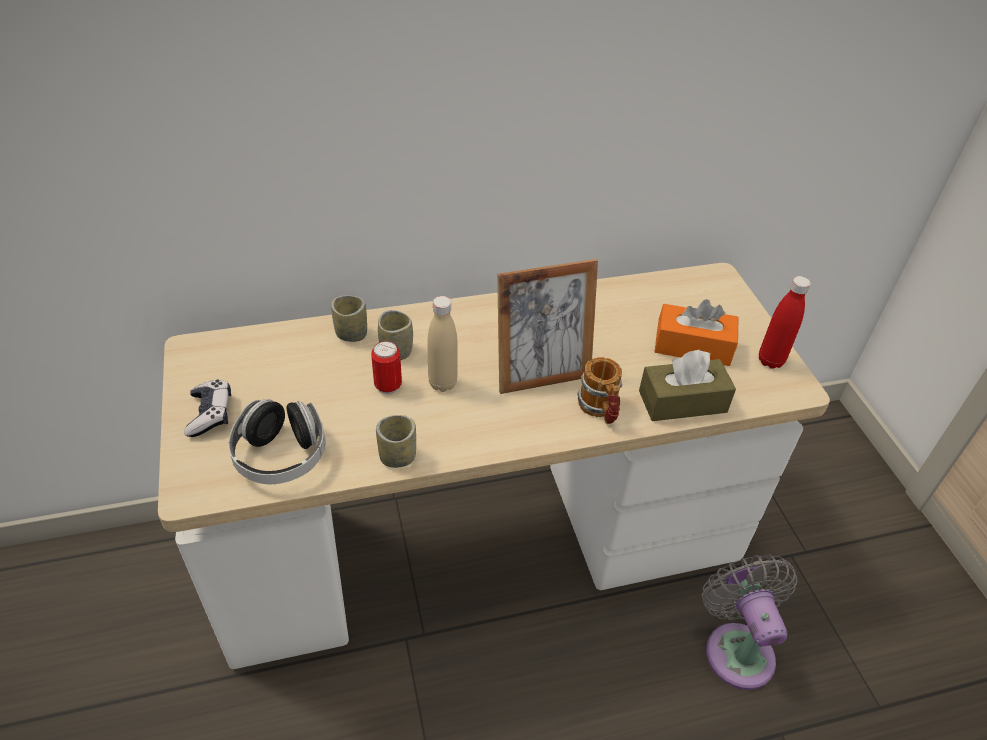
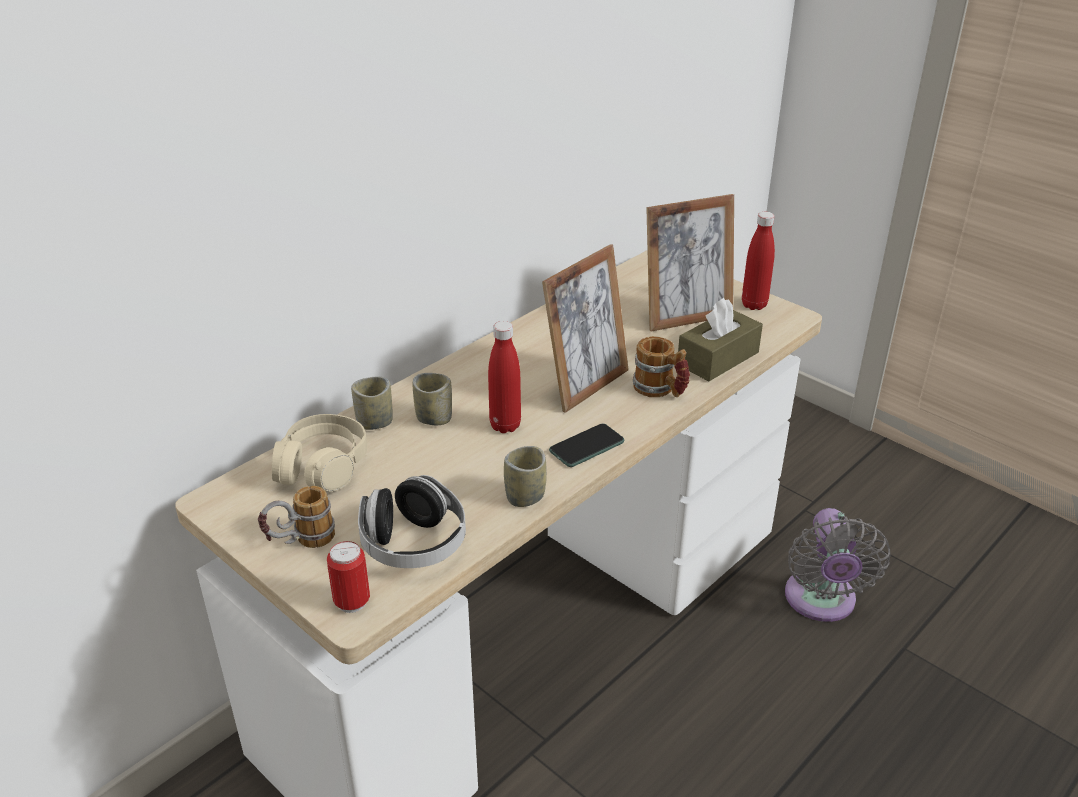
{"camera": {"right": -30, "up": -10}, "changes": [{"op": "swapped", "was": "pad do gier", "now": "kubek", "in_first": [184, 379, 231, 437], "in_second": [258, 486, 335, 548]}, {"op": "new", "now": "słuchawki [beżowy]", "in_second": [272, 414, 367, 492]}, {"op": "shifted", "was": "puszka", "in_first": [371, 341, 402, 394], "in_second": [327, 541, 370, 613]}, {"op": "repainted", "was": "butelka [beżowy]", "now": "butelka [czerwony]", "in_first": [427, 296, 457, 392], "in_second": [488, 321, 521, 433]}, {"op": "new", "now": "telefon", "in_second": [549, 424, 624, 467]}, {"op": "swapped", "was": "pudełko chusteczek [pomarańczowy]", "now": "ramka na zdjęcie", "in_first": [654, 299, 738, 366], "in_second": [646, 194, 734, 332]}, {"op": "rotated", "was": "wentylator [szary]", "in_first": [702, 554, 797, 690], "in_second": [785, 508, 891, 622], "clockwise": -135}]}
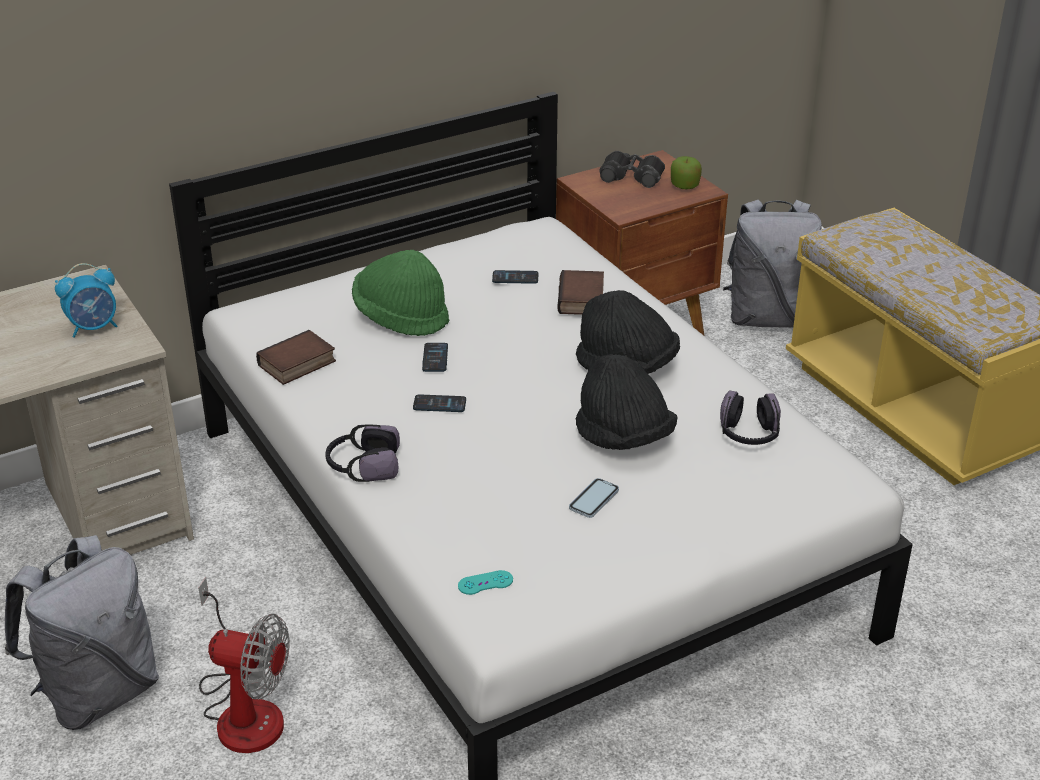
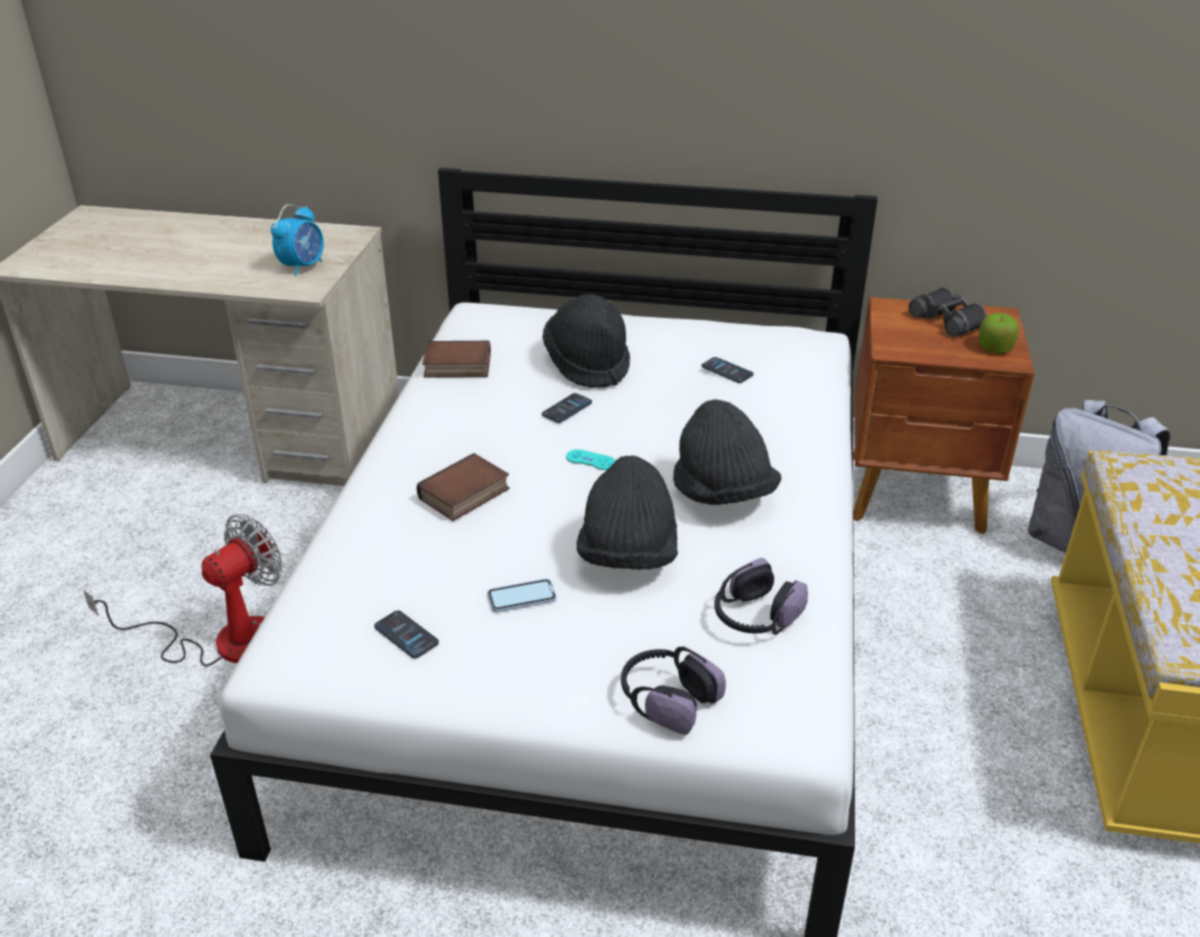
{"camera": {"right": 40, "up": 0}, "changes": [{"op": "rotated", "was": "wentylator", "in_first": [198, 577, 290, 753], "in_second": [83, 514, 283, 666], "clockwise": -105}, {"op": "rotated", "was": "budzik", "in_first": [55, 263, 117, 338], "in_second": [271, 204, 324, 276], "clockwise": -75}, {"op": "shifted", "was": "telefon", "in_first": [413, 394, 466, 412], "in_second": [374, 611, 439, 658]}, {"op": "shifted", "was": "książka", "in_first": [558, 270, 604, 315], "in_second": [416, 453, 509, 521]}, {"op": "repainted", "was": "kapelusz [zielony]", "now": "kapelusz [czarny]", "in_first": [352, 250, 449, 336], "in_second": [543, 294, 630, 388]}, {"op": "shifted", "was": "pad do gier [turkusowy]", "in_first": [458, 570, 513, 595], "in_second": [566, 449, 615, 470]}, {"op": "shifted", "was": "słuchawki", "in_first": [325, 424, 400, 482], "in_second": [621, 646, 726, 735]}, {"op": "gone", "was": "plecak [szary]", "in_first": [5, 535, 159, 730]}]}
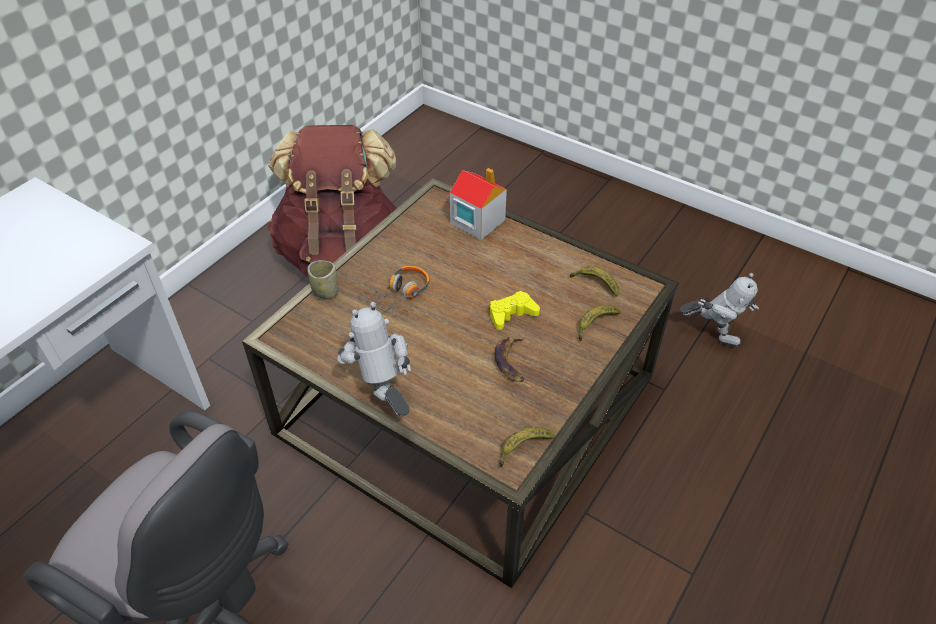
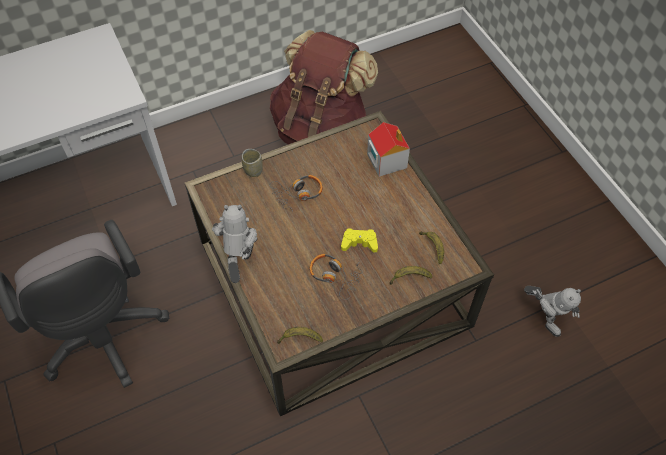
{"camera": {"right": 30, "up": 10}, "changes": [{"op": "swapped", "was": "banan", "now": "słuchawki", "in_first": [495, 337, 525, 382], "in_second": [310, 254, 363, 300]}]}
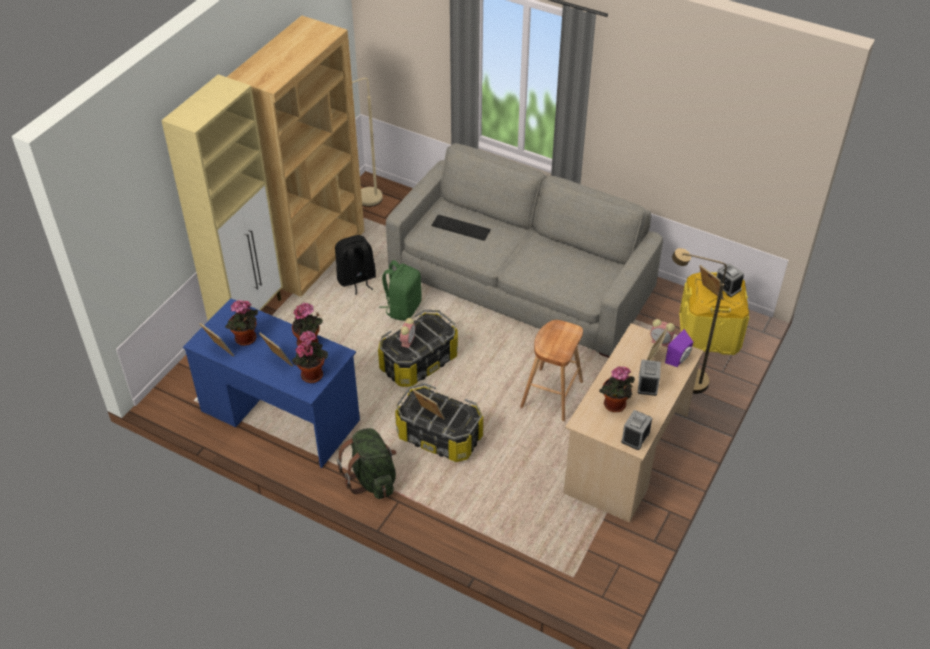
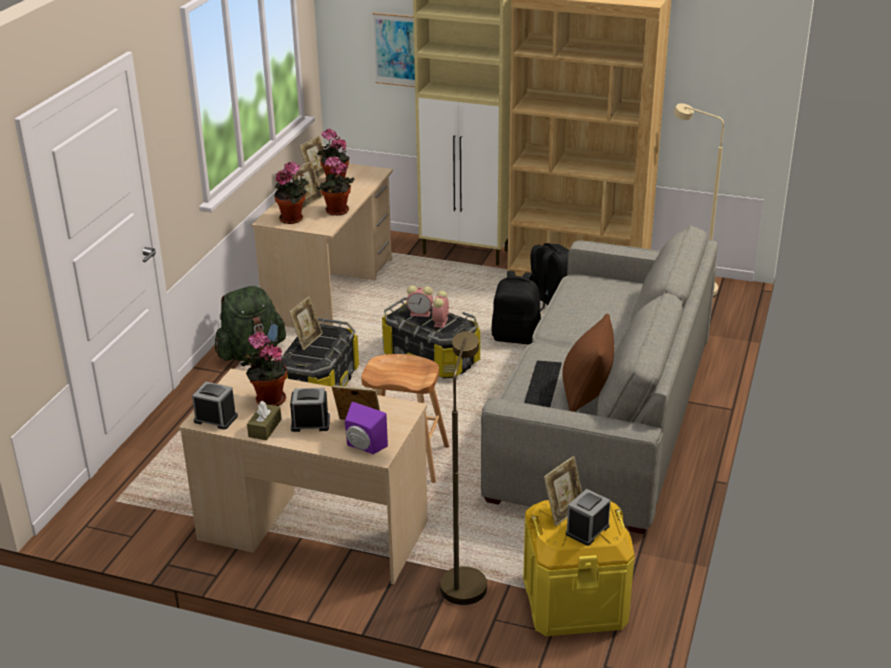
{"camera": {"right": 80, "up": -15}, "changes": [{"op": "new", "now": "pudełko chusteczek [brązowy]", "in_second": [247, 401, 281, 440]}, {"op": "repainted", "was": "biurko [niebieski]", "now": "biurko [beżowy]", "in_first": [183, 298, 360, 468], "in_second": [252, 163, 393, 327]}, {"op": "new", "now": "obraz", "in_second": [373, 12, 415, 87]}, {"op": "shifted", "was": "budzik", "in_first": [650, 319, 675, 347], "in_second": [432, 291, 450, 328]}, {"op": "repainted", "was": "plecak [zielony]", "now": "plecak [czarny]", "in_first": [379, 260, 422, 321], "in_second": [491, 271, 541, 344]}, {"op": "shifted", "was": "klawiatura", "in_first": [431, 215, 491, 241], "in_second": [524, 361, 562, 407]}, {"op": "new", "now": "poduszka [brązowy]", "in_second": [562, 313, 614, 412]}]}
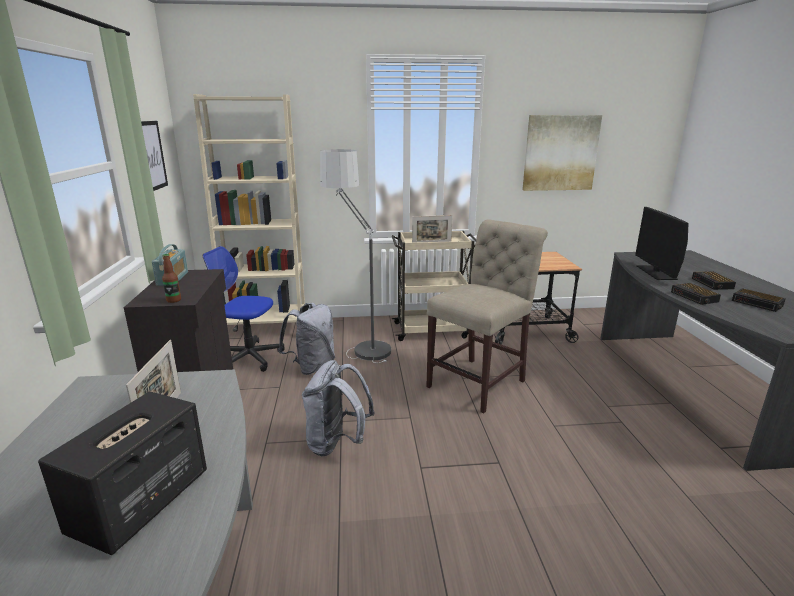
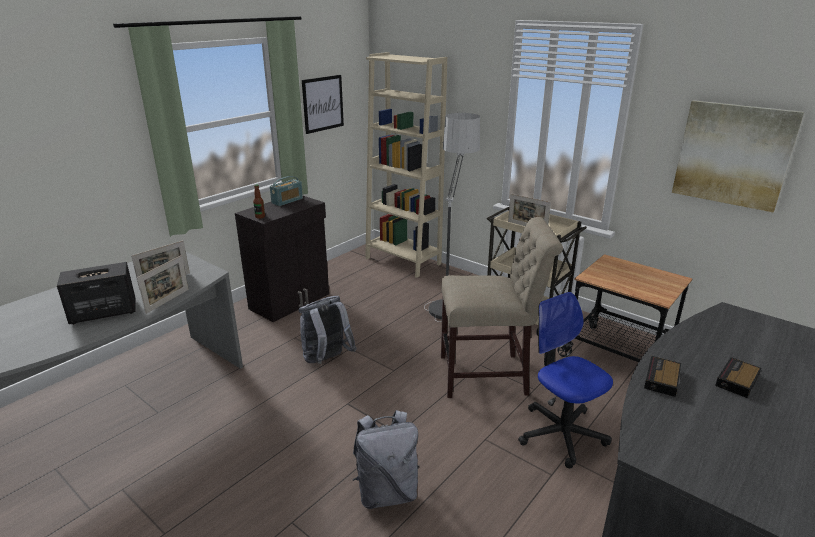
{"camera": {"right": 45, "up": 5}, "changes": [{"op": "new", "now": "ramka na zdjęcie", "in_second": [137, 255, 189, 314]}, {"op": "shifted", "was": "plecak [szary]", "in_first": [278, 303, 335, 375], "in_second": [353, 410, 419, 509]}, {"op": "shifted", "was": "krzesło biurowe", "in_first": [203, 246, 285, 372], "in_second": [518, 292, 613, 468]}, {"op": "gone", "was": "monitor", "in_first": [635, 207, 689, 280]}, {"op": "gone", "was": "budzik", "in_first": [732, 288, 786, 312]}]}
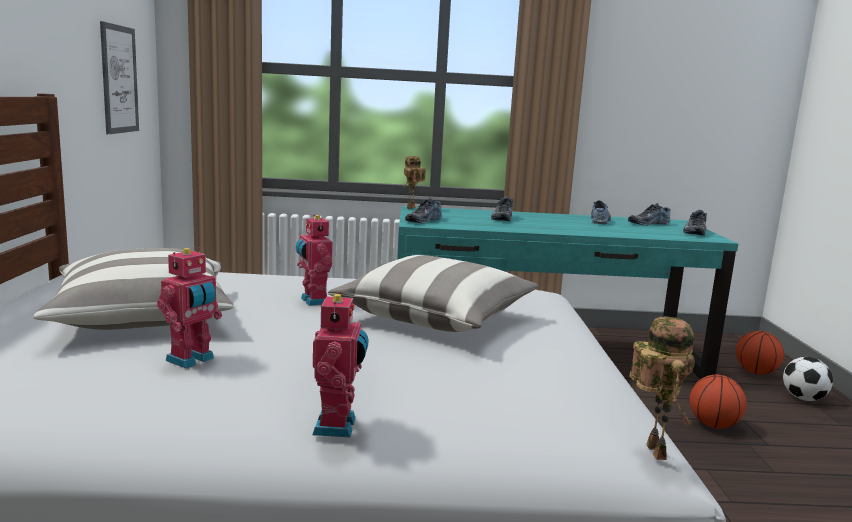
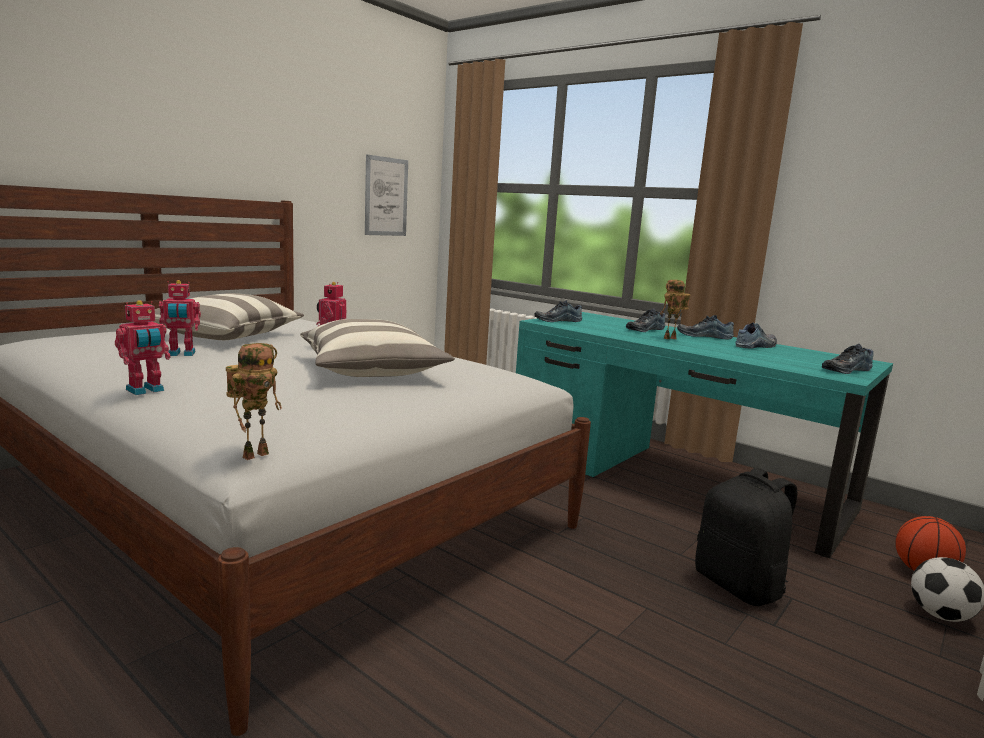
{"camera": {"right": 40, "up": 0}, "changes": [{"op": "shifted", "was": "robot zabawkowy", "in_first": [403, 156, 426, 209], "in_second": [660, 280, 691, 339]}, {"op": "shifted", "was": "but", "in_first": [628, 203, 671, 226], "in_second": [677, 315, 734, 339]}, {"op": "swapped", "was": "piłka do koszykówki", "now": "plecak [czarny]", "in_first": [689, 375, 747, 429], "in_second": [695, 468, 797, 606]}]}
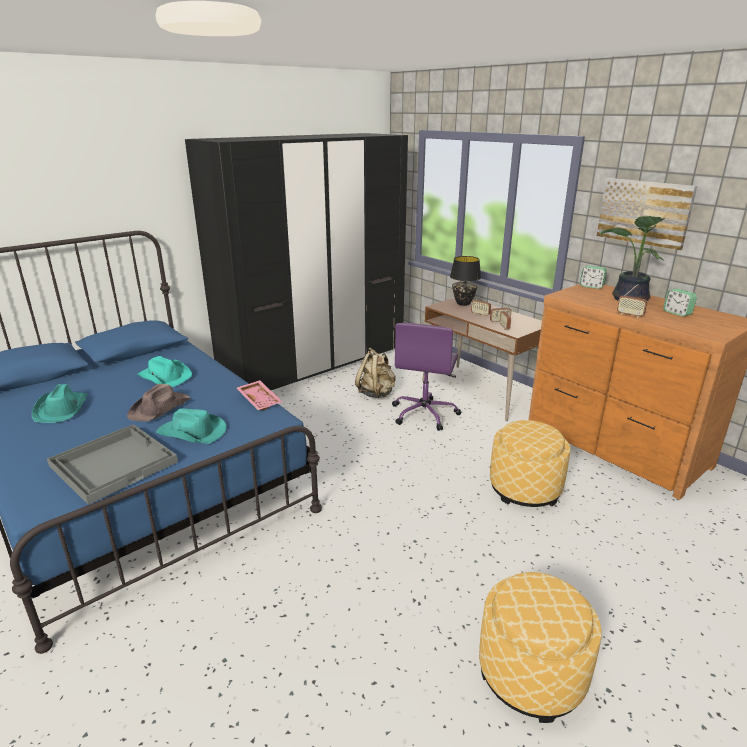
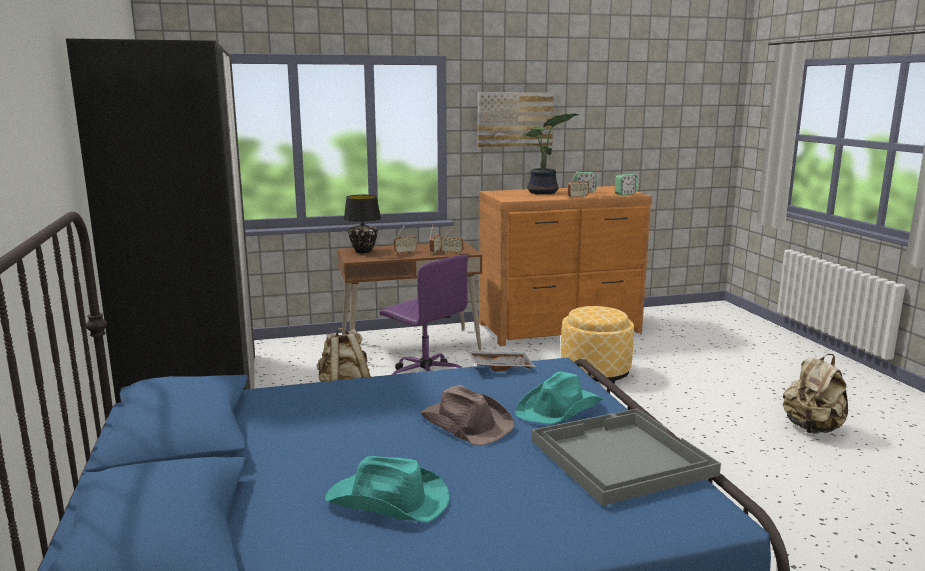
{"camera": {"right": -65, "up": -10}, "changes": [{"op": "repainted", "was": "taca [różowy]", "now": "taca [szary]", "in_first": [237, 380, 282, 410], "in_second": [467, 351, 536, 372]}, {"op": "shifted", "was": "budzik", "in_first": [580, 265, 607, 289], "in_second": [615, 174, 637, 195]}, {"op": "swapped", "was": "pufa", "now": "plecak [beżowy]", "in_first": [479, 572, 602, 723], "in_second": [783, 354, 848, 434]}, {"op": "gone", "was": "kapelusz [turkusowy]", "in_first": [138, 356, 192, 387]}]}
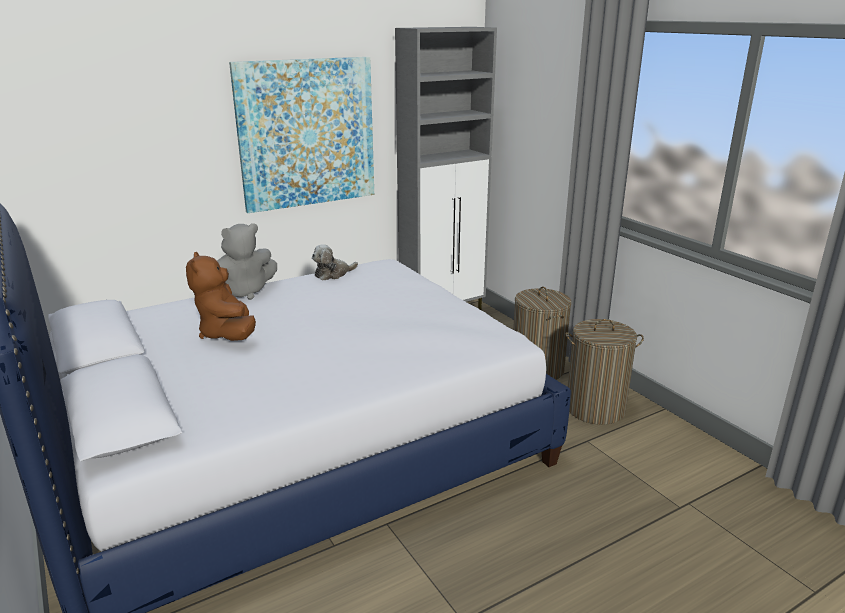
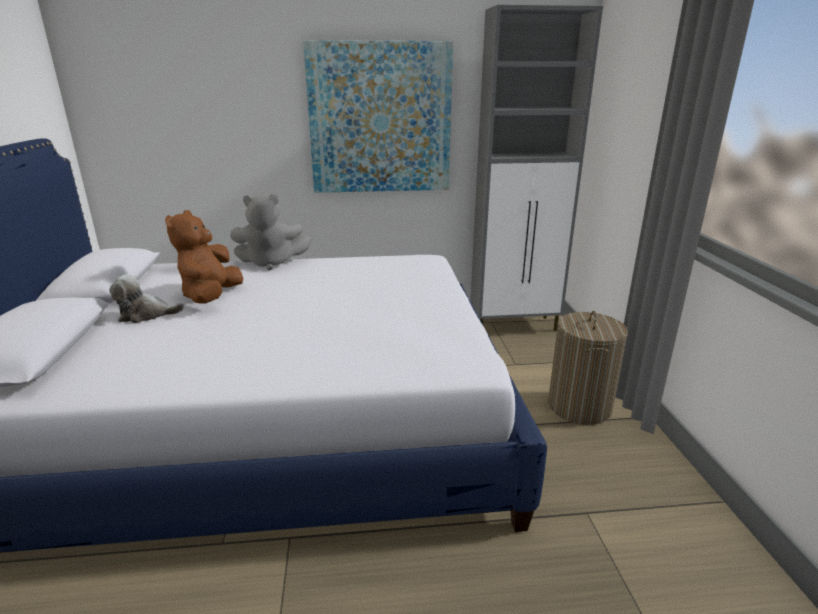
{"camera": {"right": 25, "up": 0}, "changes": [{"op": "shifted", "was": "pluszak", "in_first": [312, 244, 358, 281], "in_second": [109, 274, 184, 323]}, {"op": "gone", "was": "kosz na pranie", "in_first": [565, 319, 644, 425]}]}
